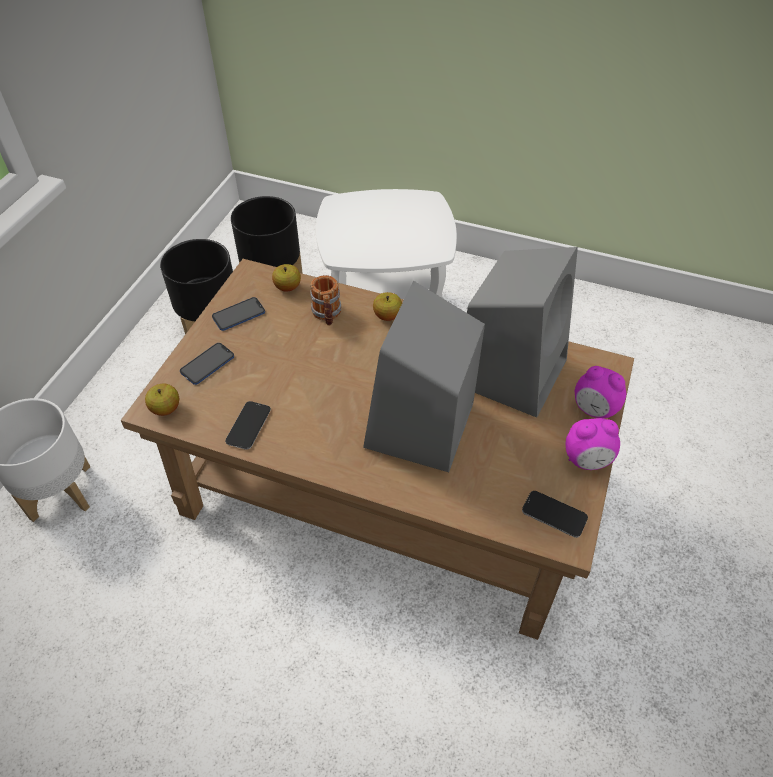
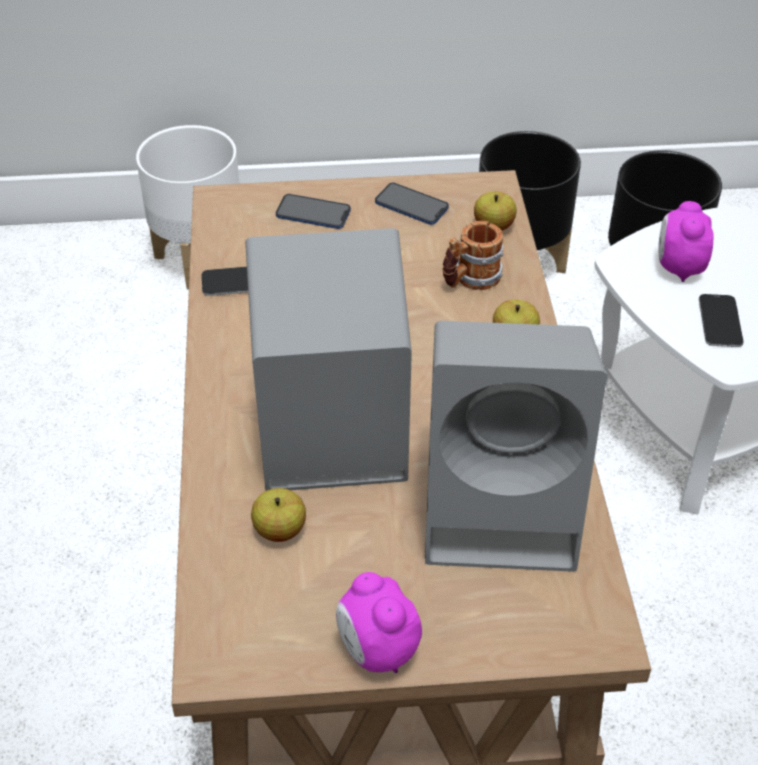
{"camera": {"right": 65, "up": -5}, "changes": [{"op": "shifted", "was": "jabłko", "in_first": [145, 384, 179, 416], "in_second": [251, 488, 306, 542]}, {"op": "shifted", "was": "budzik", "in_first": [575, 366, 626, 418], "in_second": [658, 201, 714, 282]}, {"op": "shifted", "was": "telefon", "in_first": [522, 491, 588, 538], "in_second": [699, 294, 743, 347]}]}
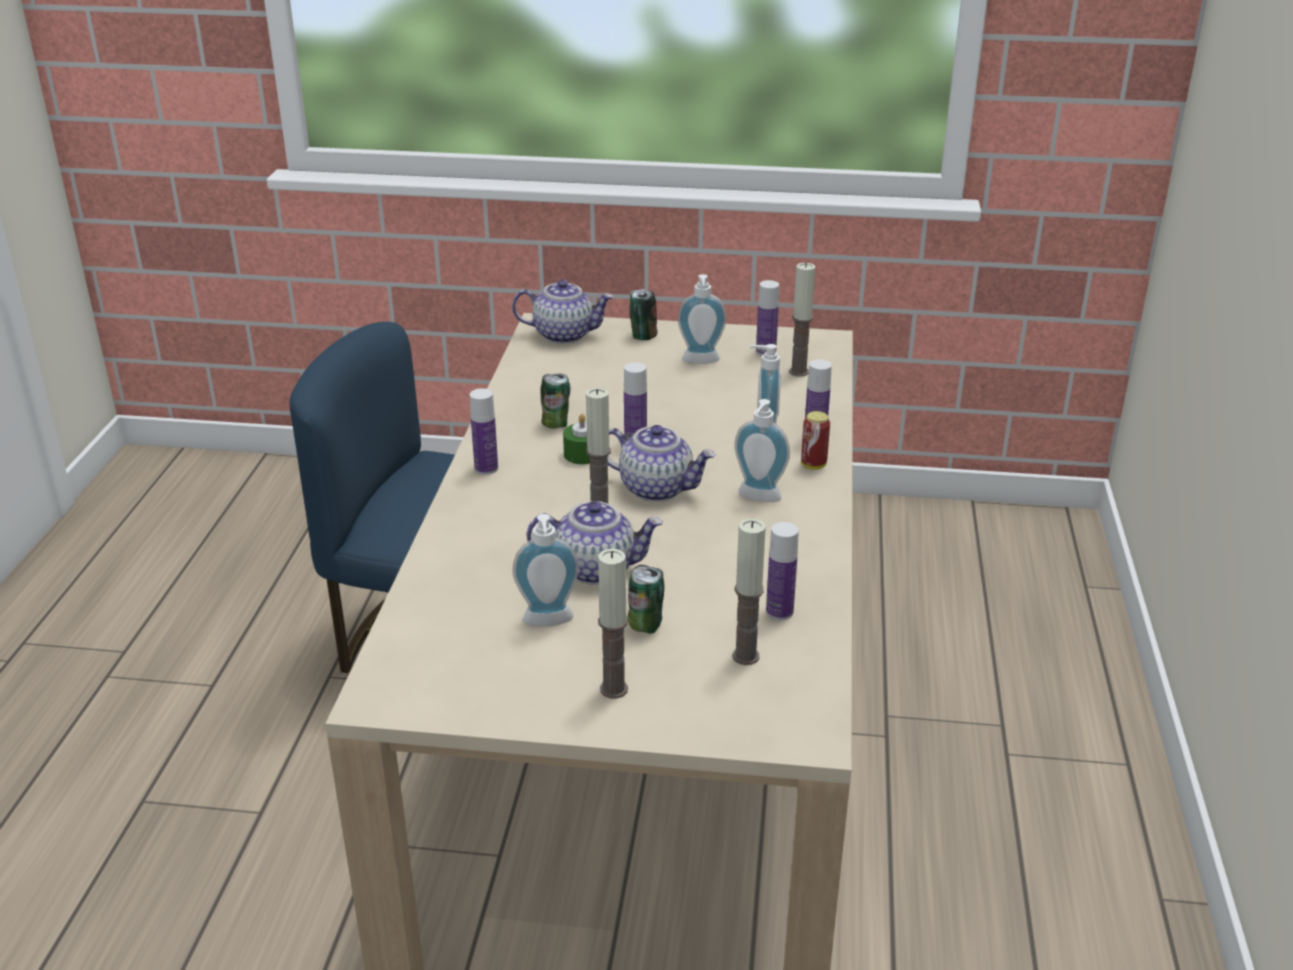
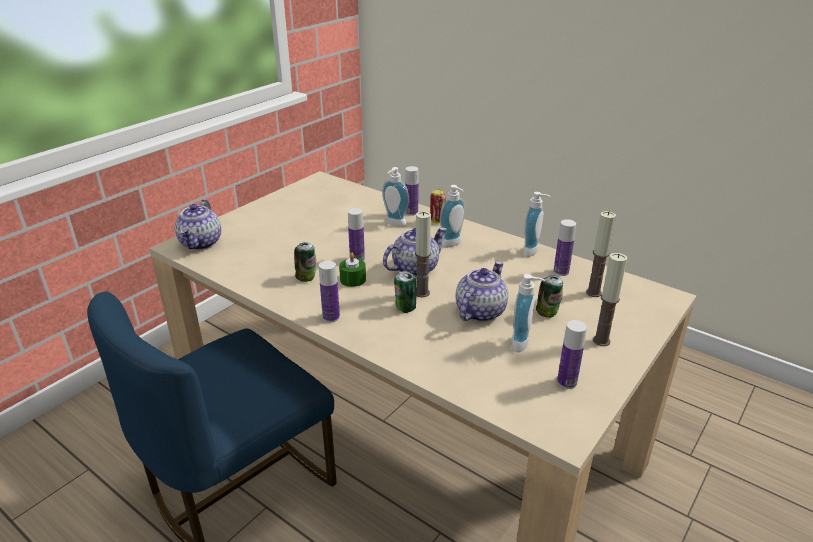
{"camera": {"right": -60, "up": 0}, "changes": [{"op": "rotated", "was": "imbryk", "in_first": [512, 279, 614, 344], "in_second": [175, 200, 221, 250], "clockwise": 150}, {"op": "shifted", "was": "puszka", "in_first": [629, 289, 658, 340], "in_second": [394, 271, 416, 313]}, {"op": "shifted", "was": "dozownik mydła", "in_first": [678, 274, 727, 364], "in_second": [523, 192, 551, 257]}, {"op": "shifted", "was": "butelka", "in_first": [756, 280, 779, 356], "in_second": [557, 320, 587, 389]}, {"op": "gone", "was": "świeca", "in_first": [789, 262, 815, 377]}]}
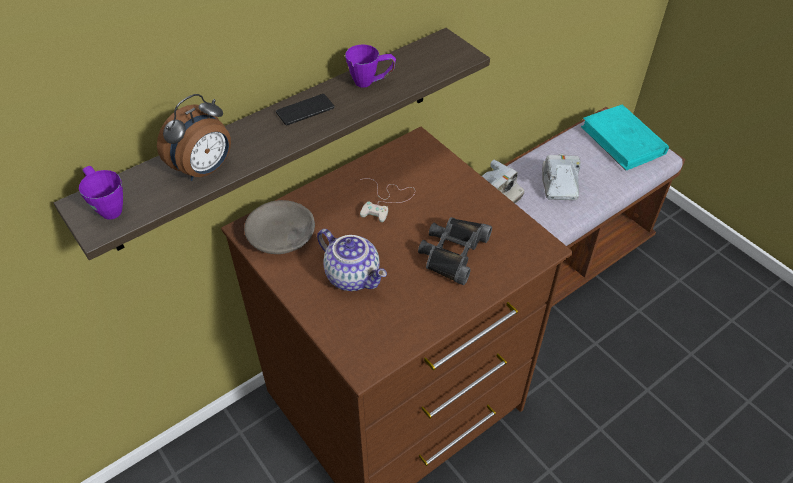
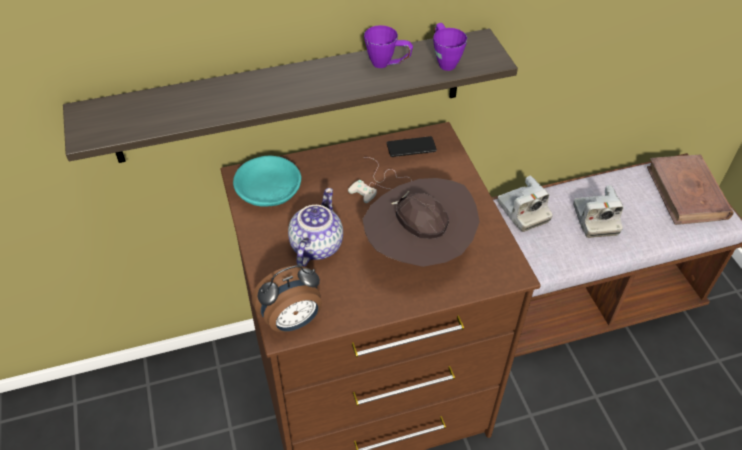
{"camera": {"right": 20, "up": 0}, "changes": [{"op": "repainted", "was": "miska [szary]", "now": "miska [turkusowy]", "in_first": [244, 200, 315, 254], "in_second": [233, 156, 301, 207]}, {"op": "shifted", "was": "budzik", "in_first": [157, 94, 231, 181], "in_second": [252, 265, 322, 332]}, {"op": "rotated", "was": "imbryk", "in_first": [317, 229, 387, 291], "in_second": [288, 188, 343, 267], "clockwise": -135}, {"op": "swapped", "was": "lornetka [czarny]", "now": "kapelusz [brązowy]", "in_first": [418, 217, 492, 285], "in_second": [363, 178, 480, 267]}, {"op": "shifted", "was": "telefon", "in_first": [276, 94, 335, 125], "in_second": [387, 136, 437, 157]}, {"op": "shifted", "was": "kubek [fioletowy]", "in_first": [79, 166, 123, 220], "in_second": [433, 23, 467, 71]}, {"op": "rotated", "was": "aparat fotograficzny", "in_first": [542, 154, 581, 200], "in_second": [573, 185, 623, 238], "clockwise": 150}, {"op": "repainted", "was": "książka [turkusowy]", "now": "książka [brązowy]", "in_first": [581, 104, 669, 171], "in_second": [647, 155, 734, 225]}]}
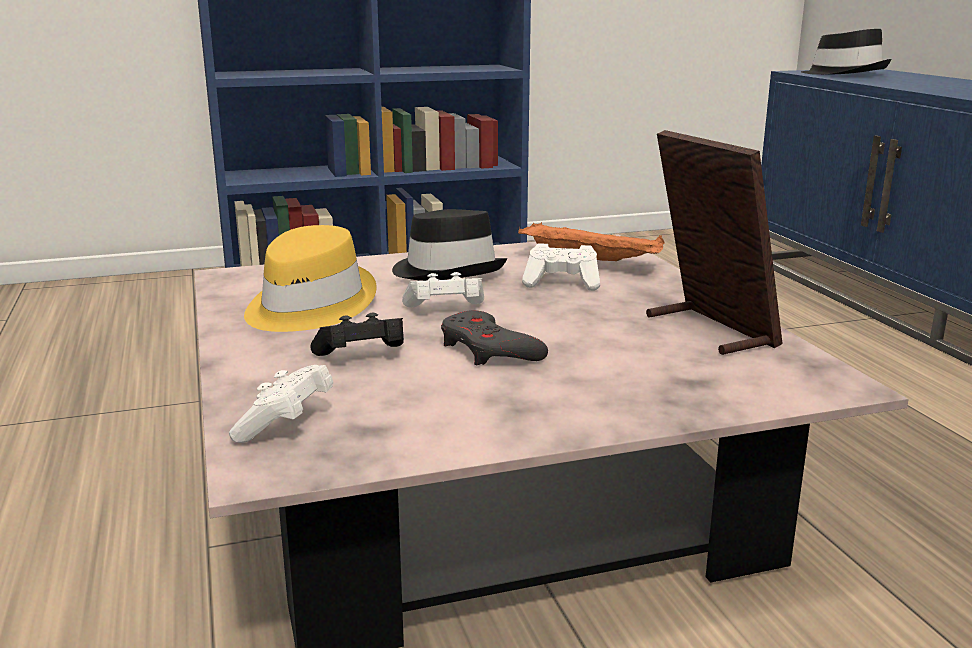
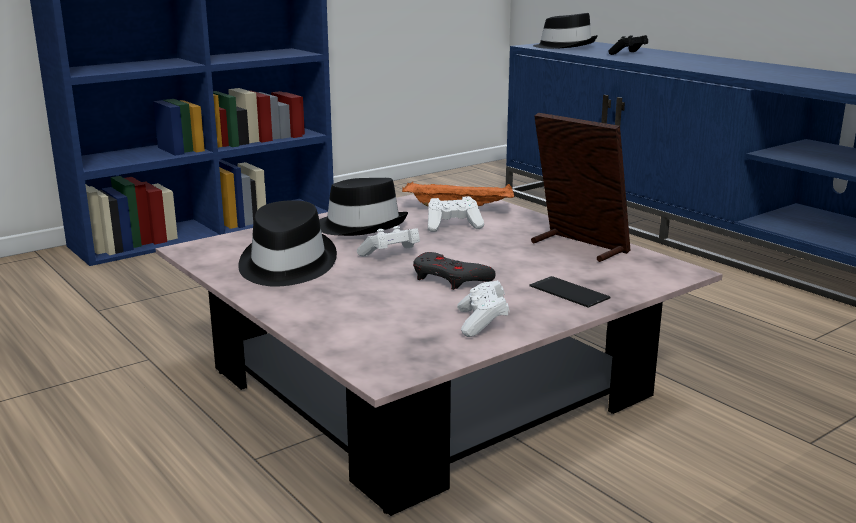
{"camera": {"right": -20, "up": 0}, "changes": [{"op": "repainted", "was": "kapelusz [żółty]", "now": "kapelusz [czarny]", "in_first": [244, 225, 377, 332], "in_second": [238, 200, 337, 287]}, {"op": "shifted", "was": "pad do gier [biały]", "in_first": [229, 365, 333, 443], "in_second": [457, 280, 510, 337]}, {"op": "new", "now": "telefon", "in_second": [529, 276, 611, 308]}, {"op": "shifted", "was": "pad do gier [czarny]", "in_first": [310, 313, 404, 356], "in_second": [608, 35, 648, 55]}]}
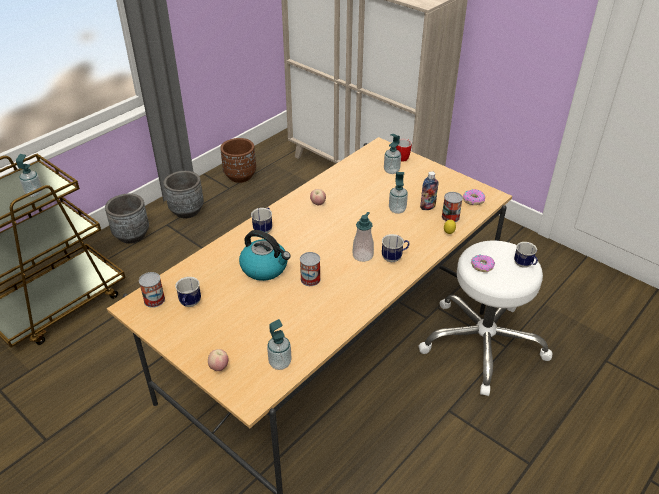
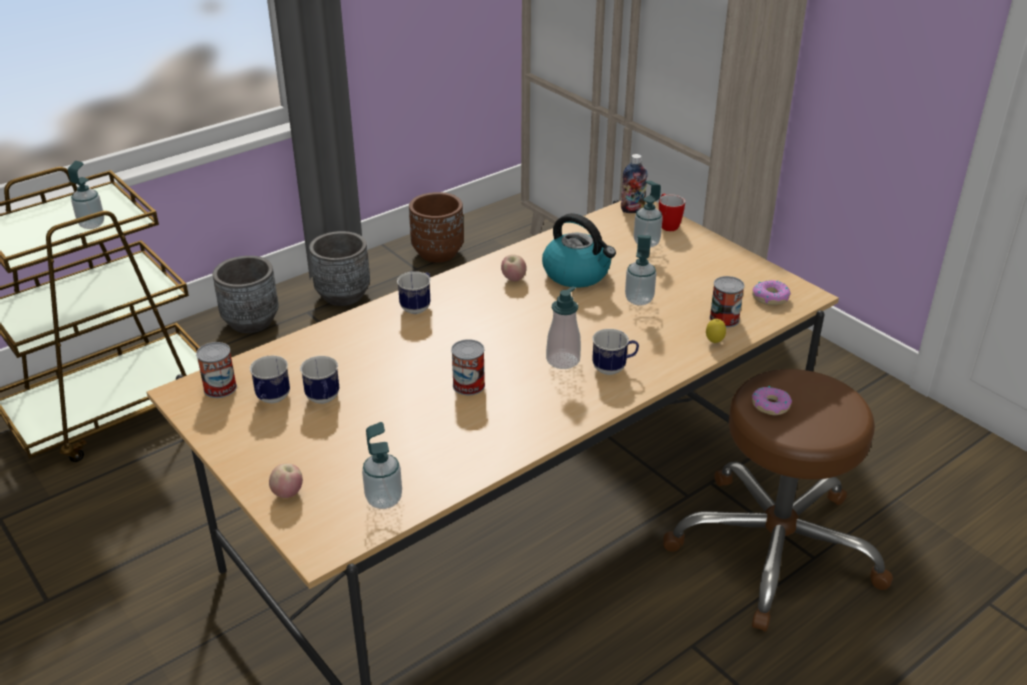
{"camera": {"right": 10, "up": -5}, "changes": [{"op": "shifted", "was": "kubek", "in_first": [514, 242, 538, 268], "in_second": [300, 356, 339, 404]}, {"op": "shifted", "was": "czajnik", "in_first": [239, 230, 291, 281], "in_second": [542, 213, 616, 288]}, {"op": "shifted", "was": "butelka", "in_first": [420, 171, 439, 210], "in_second": [621, 154, 648, 213]}, {"op": "repainted", "was": "stołek [biały]", "now": "stołek [brązowy]", "in_first": [419, 241, 553, 396], "in_second": [663, 369, 893, 632]}]}
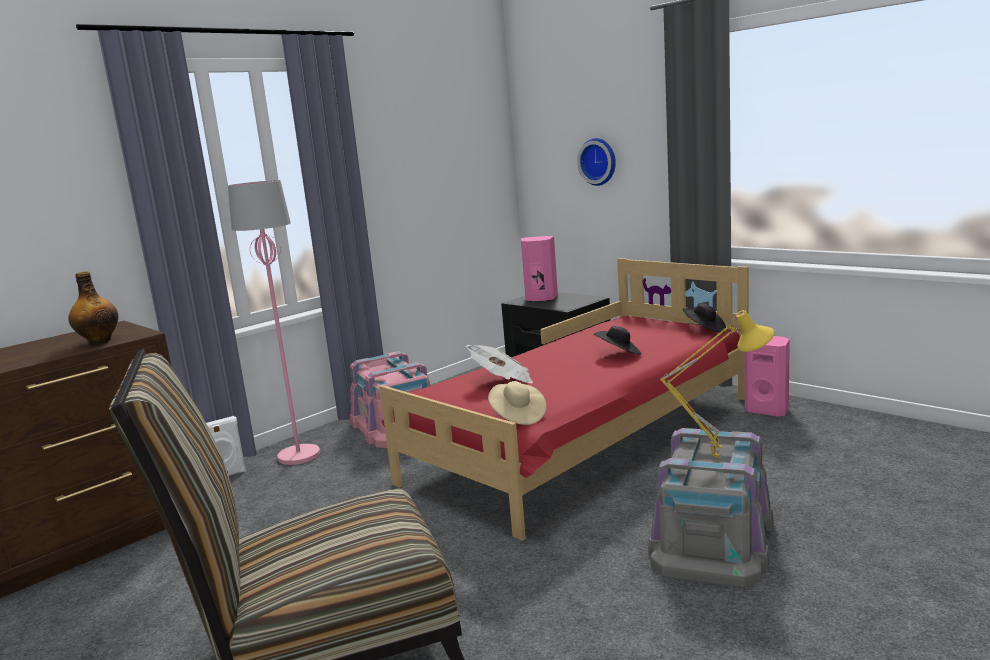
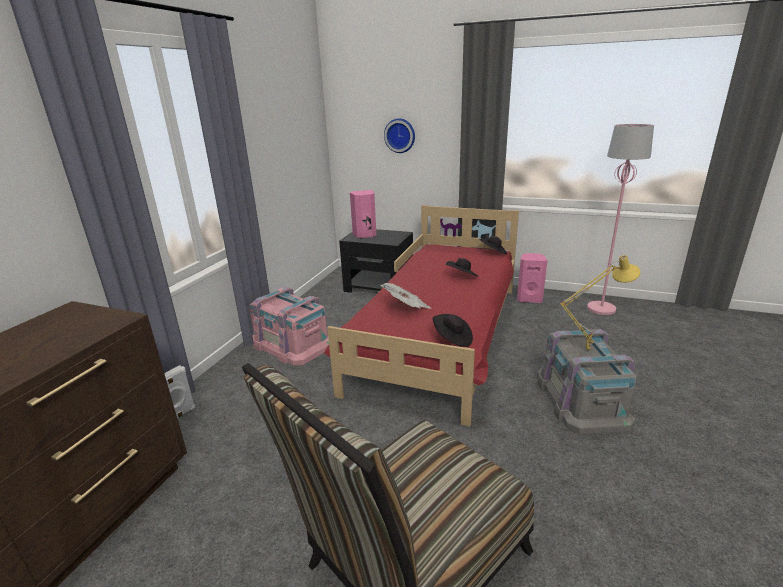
{"camera": {"right": -25, "up": 10}, "changes": [{"op": "repainted", "was": "kapelusz [beżowy]", "now": "kapelusz [czarny]", "in_first": [488, 381, 546, 425], "in_second": [433, 314, 473, 347]}, {"op": "shifted", "was": "lampa stojąca [różowy]", "in_first": [228, 180, 320, 465], "in_second": [587, 124, 654, 315]}, {"op": "gone", "was": "butelka", "in_first": [69, 271, 118, 344]}]}
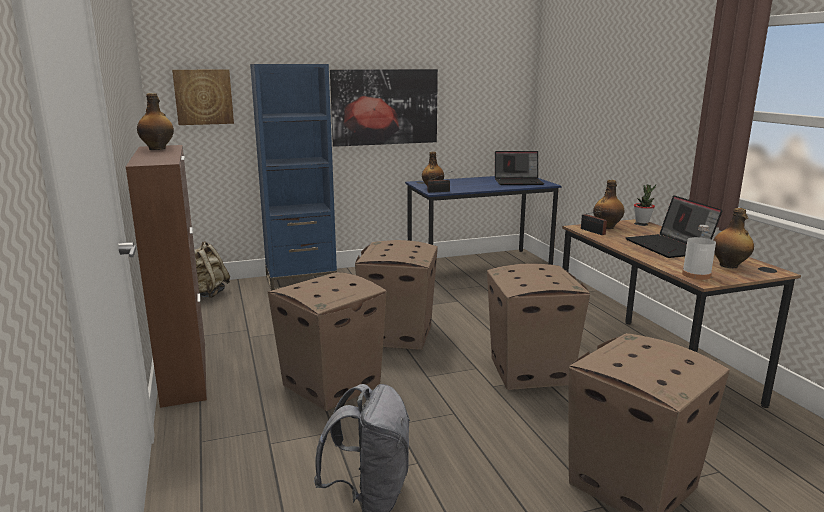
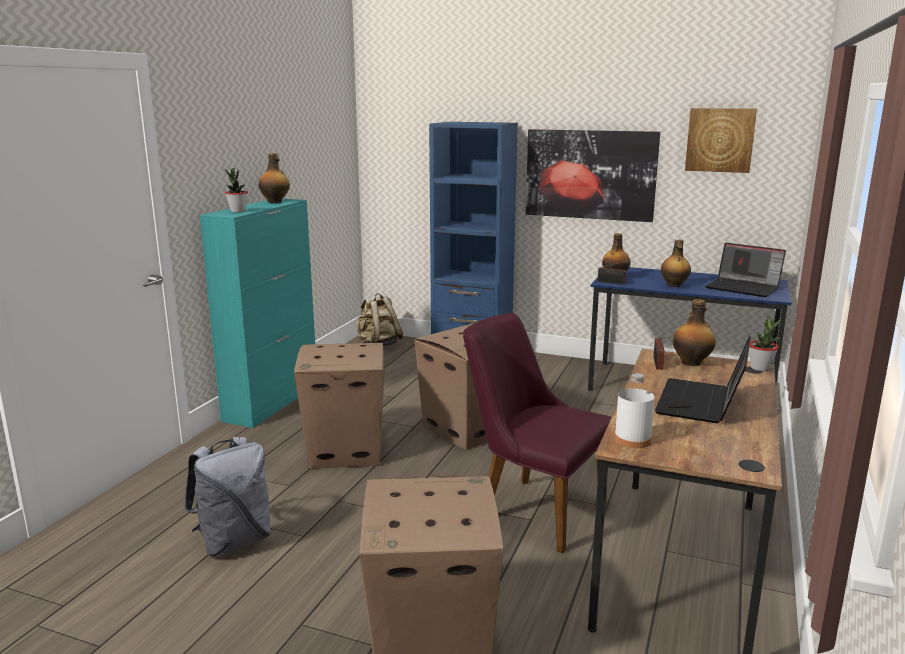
{"camera": {"right": 40, "up": 0}, "changes": [{"op": "repainted", "was": "szafka [brązowy]", "now": "szafka [turkusowy]", "in_first": [126, 145, 207, 408], "in_second": [200, 199, 315, 428]}, {"op": "new", "now": "roślina doniczkowa", "in_second": [225, 168, 248, 212]}, {"op": "swapped", "was": "karton", "now": "krzesło [fioletowy]", "in_first": [487, 263, 590, 390], "in_second": [463, 313, 611, 553]}, {"op": "shifted", "was": "butelka", "in_first": [714, 208, 754, 268], "in_second": [661, 240, 691, 287]}, {"op": "shifted", "was": "obraz", "in_first": [172, 69, 234, 125], "in_second": [685, 108, 757, 173]}]}
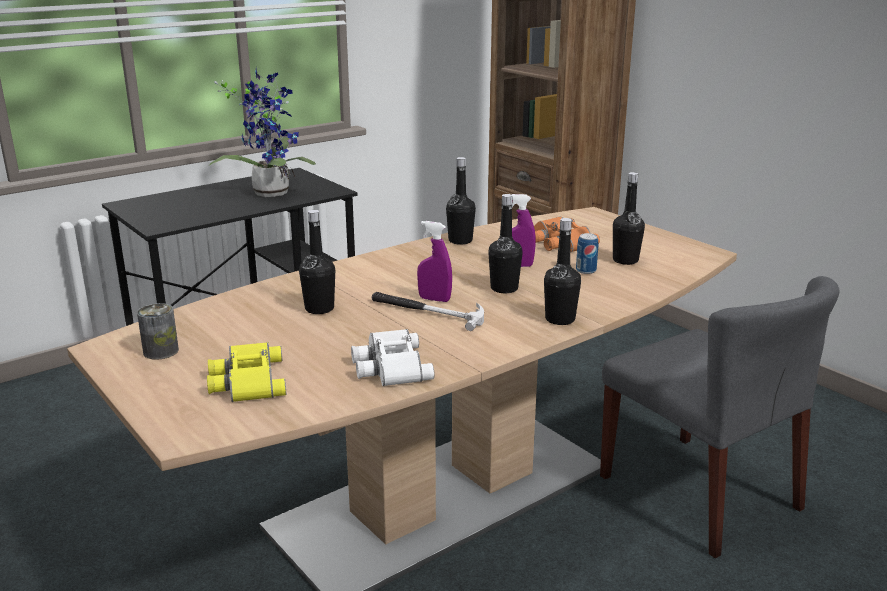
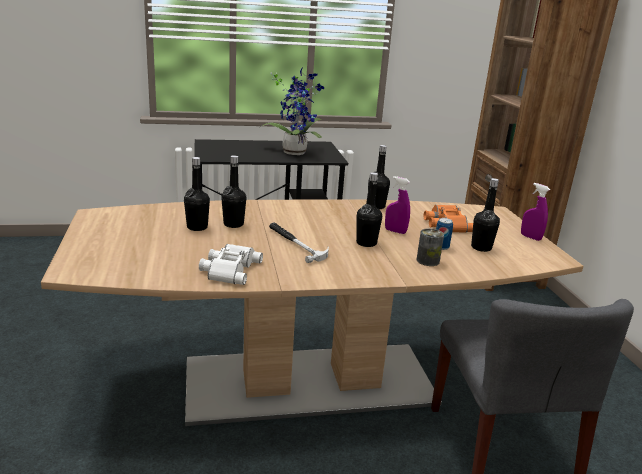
{"camera": {"right": 25, "up": 0}, "changes": [{"op": "shifted", "was": "butelka [czarny]", "in_first": [544, 218, 581, 325], "in_second": [184, 157, 210, 231]}, {"op": "shifted", "was": "puszka", "in_first": [137, 303, 179, 360], "in_second": [417, 228, 444, 266]}, {"op": "shifted", "was": "spryskiwacz [fioletowy]", "in_first": [417, 221, 452, 302], "in_second": [521, 183, 550, 241]}, {"op": "gone", "was": "lornetka [żółty]", "in_first": [207, 342, 286, 402]}]}
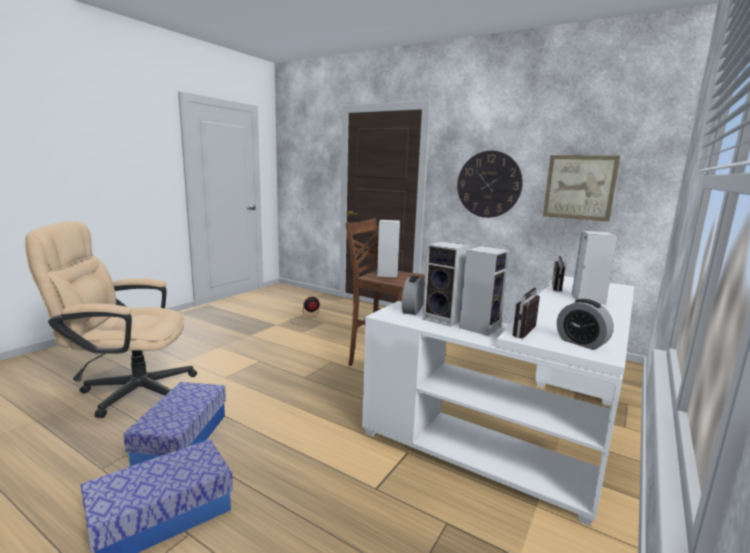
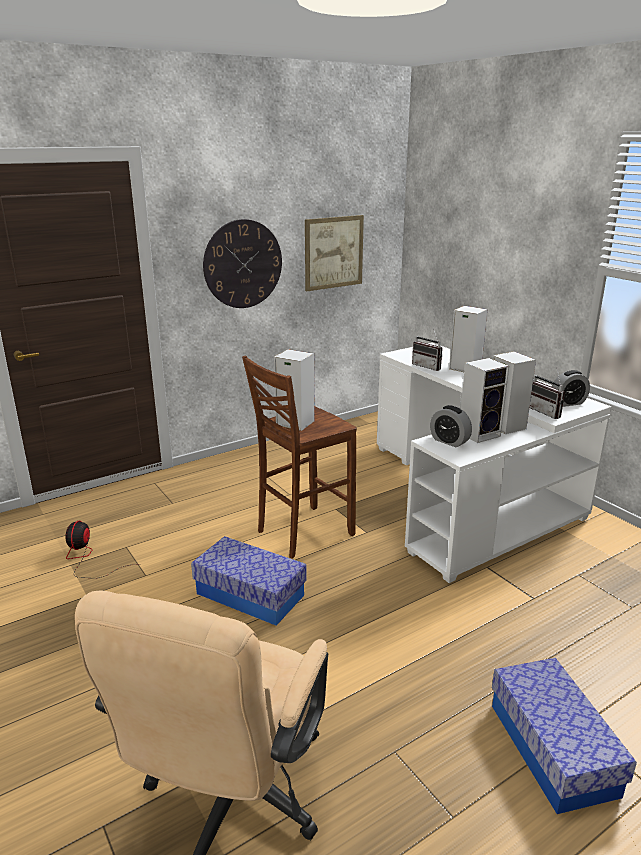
{"camera": {"right": -65, "up": 10}, "changes": [{"op": "shifted", "was": "pojemnik do przechowywania", "in_first": [123, 382, 226, 467], "in_second": [191, 536, 307, 626]}]}
